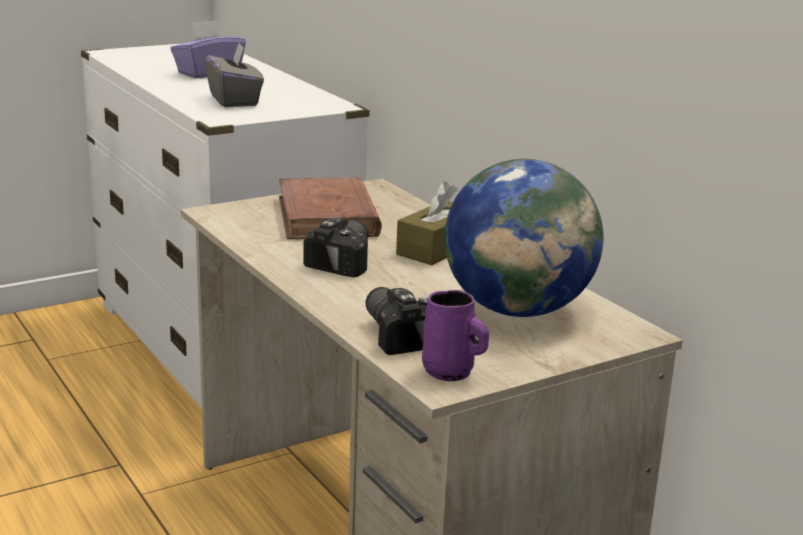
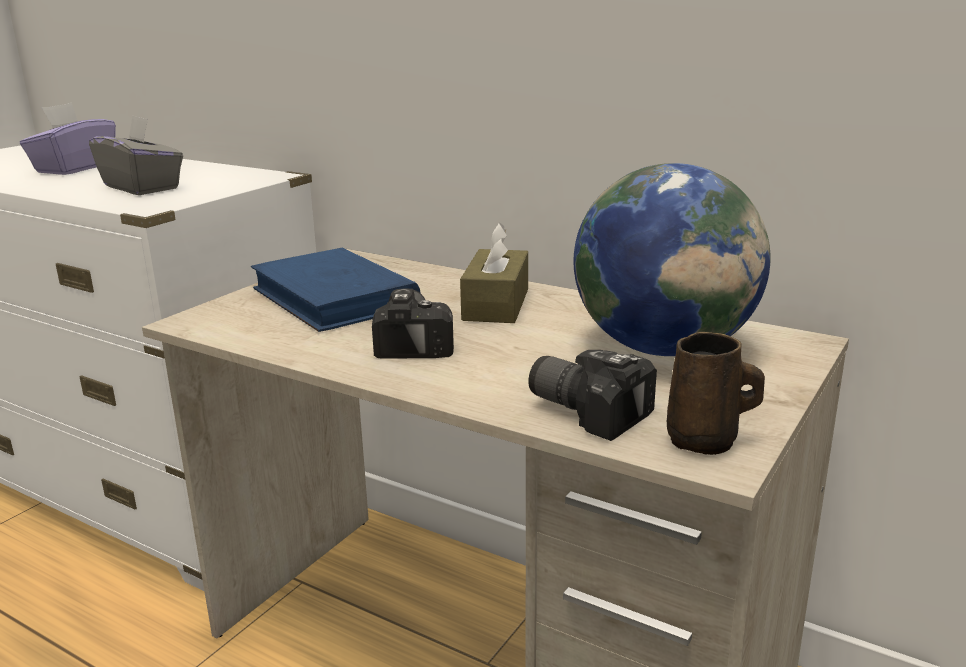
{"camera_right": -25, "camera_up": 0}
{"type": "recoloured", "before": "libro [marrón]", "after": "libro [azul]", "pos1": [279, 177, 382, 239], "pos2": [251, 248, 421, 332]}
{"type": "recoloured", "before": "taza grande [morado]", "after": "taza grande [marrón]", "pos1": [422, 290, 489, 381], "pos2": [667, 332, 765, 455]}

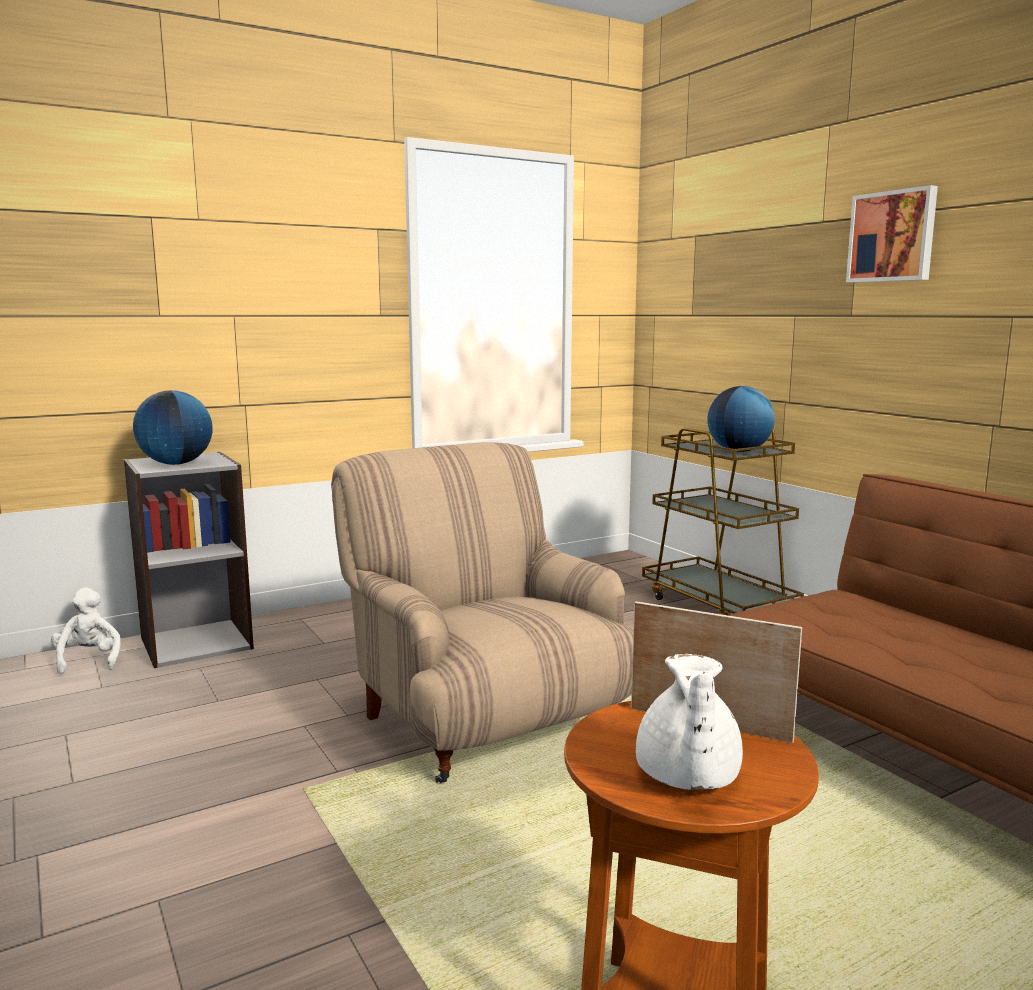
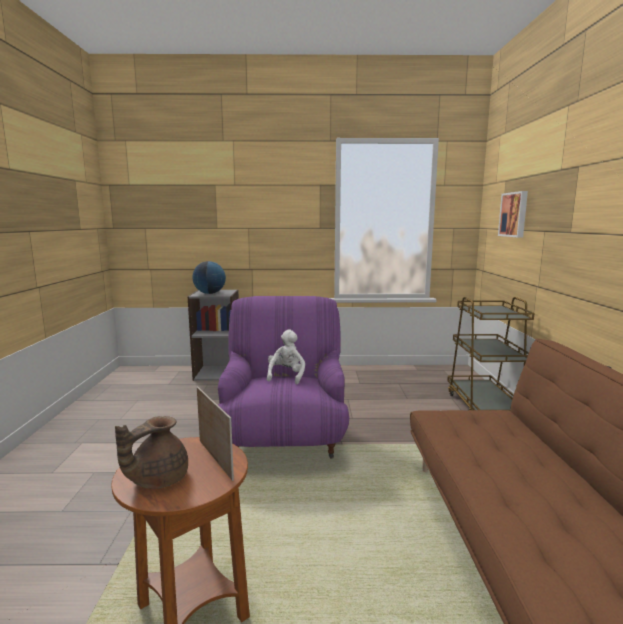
{"camera_right": 30, "camera_up": 0}
{"type": "moved", "before": "cuadro", "pos1": [846, 185, 938, 283], "pos2": [498, 191, 528, 238]}
{"type": "removed", "before": "globo terráqueo", "pos1": [707, 386, 775, 452]}
{"type": "recoloured", "before": "sillón [beis]", "after": "sillón [morado]", "pos1": [331, 442, 634, 783], "pos2": [218, 296, 349, 459]}
{"type": "moved", "before": "peluche [blanco]", "pos1": [51, 587, 121, 674], "pos2": [267, 329, 305, 384]}
{"type": "recoloured", "before": "tetera [blanco]", "after": "tetera [marrón]", "pos1": [636, 654, 743, 790], "pos2": [115, 416, 188, 489]}

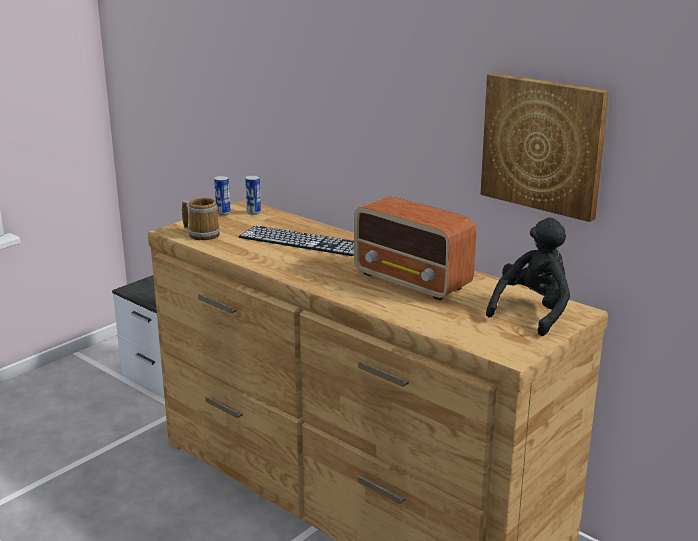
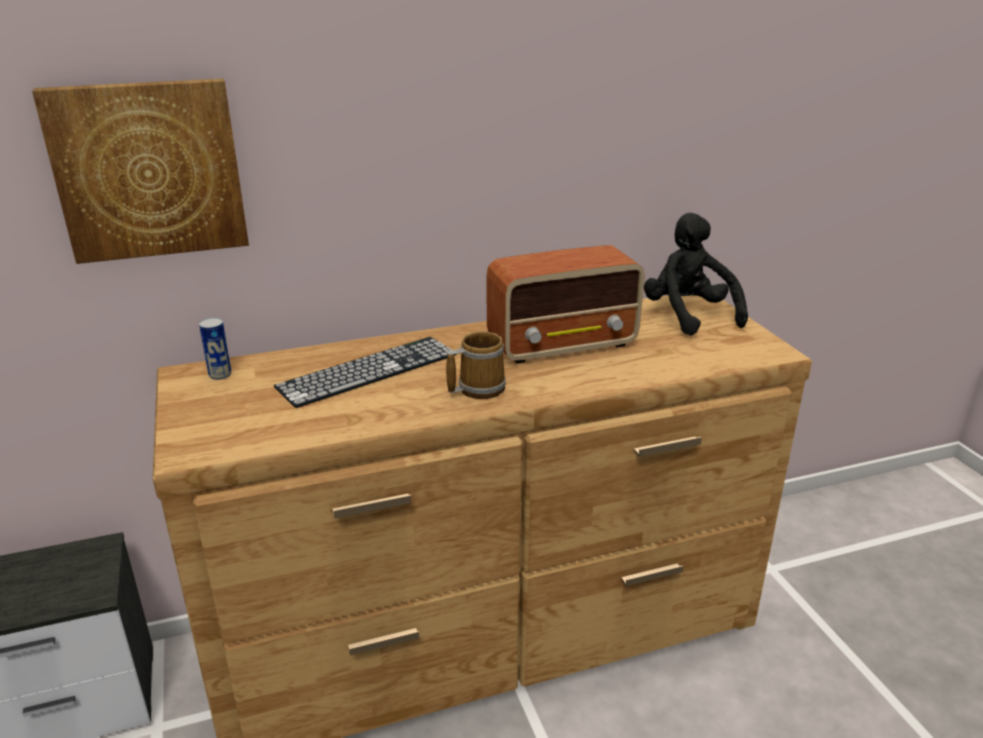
{"camera_right": -60, "camera_up": 5}
{"type": "moved", "before": "cuadro", "pos1": [480, 73, 609, 222], "pos2": [32, 78, 249, 264]}
{"type": "removed", "before": "lata", "pos1": [214, 176, 231, 215]}
{"type": "moved", "before": "taza grande", "pos1": [182, 198, 220, 240], "pos2": [446, 331, 506, 399]}

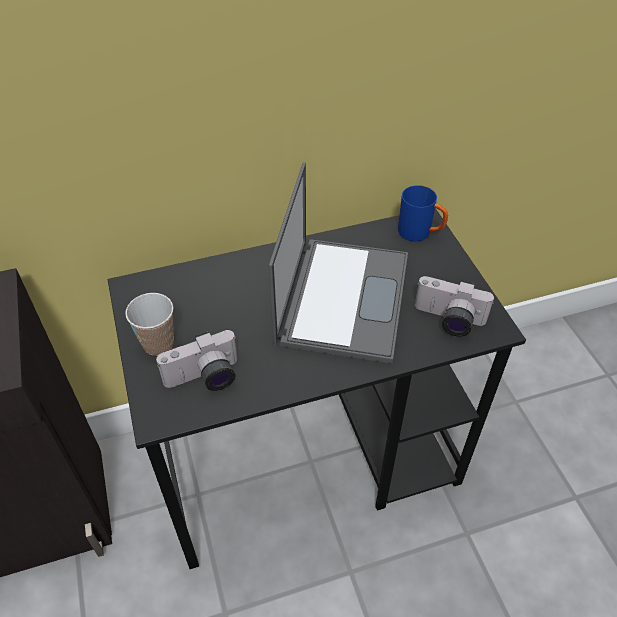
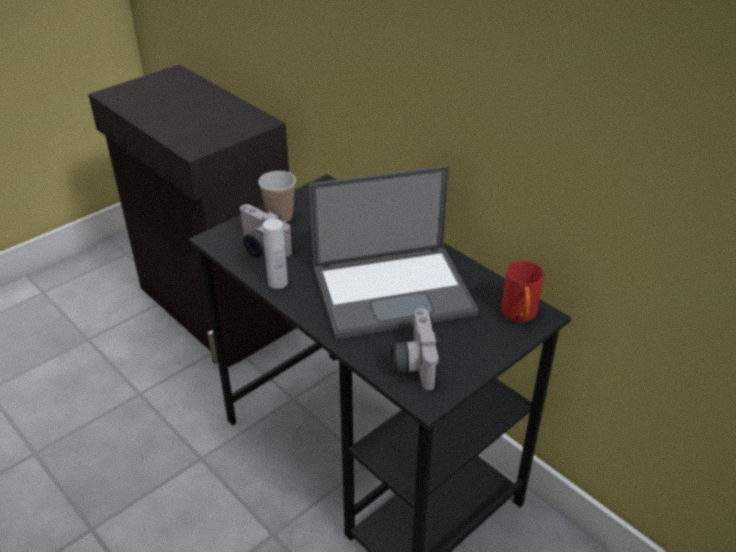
{"camera_right": 65, "camera_up": -10}
{"type": "recoloured", "before": "taza grande [azul]", "after": "taza grande [rojo]", "pos1": [398, 185, 448, 242], "pos2": [501, 261, 544, 322]}
{"type": "added", "after": "botella [blanco]", "pos2": [263, 219, 288, 289]}

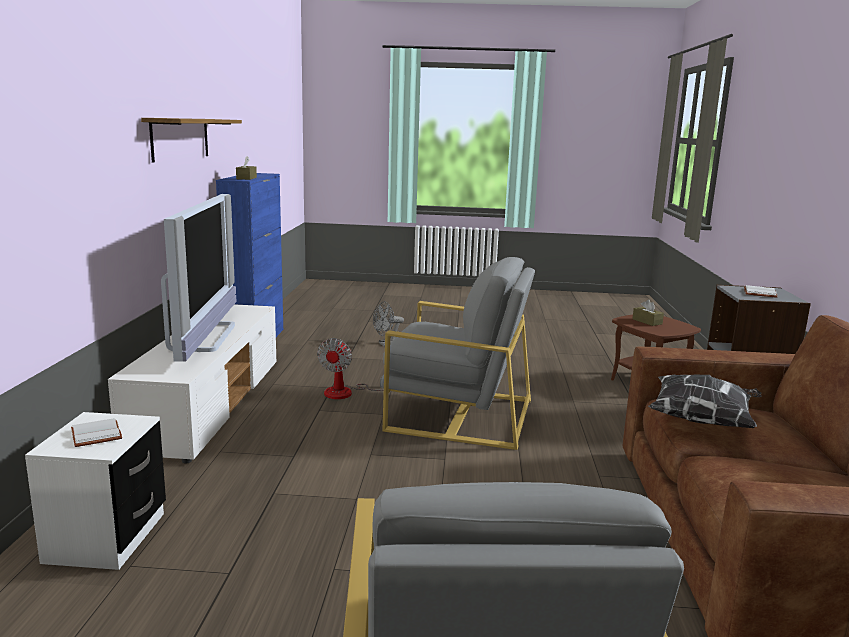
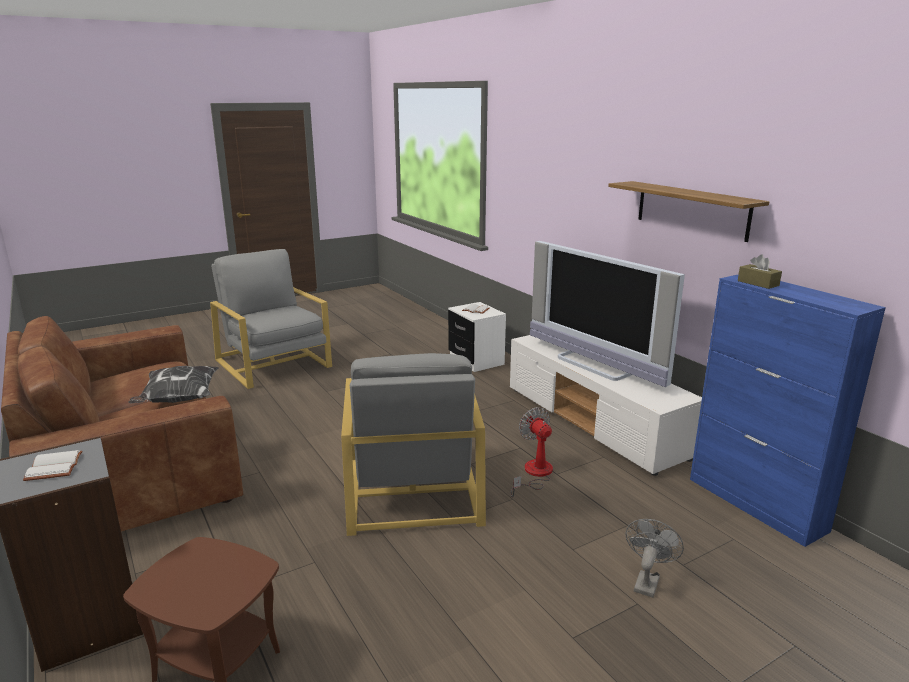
{"camera_right": 145, "camera_up": 5}
{"type": "turned", "before": "sillón [gris]", "pos1": [380, 257, 535, 450], "pos2": [341, 353, 486, 536], "turn": -75}
{"type": "removed", "before": "caja de pañuelos [marrón]", "pos1": [632, 300, 664, 326]}

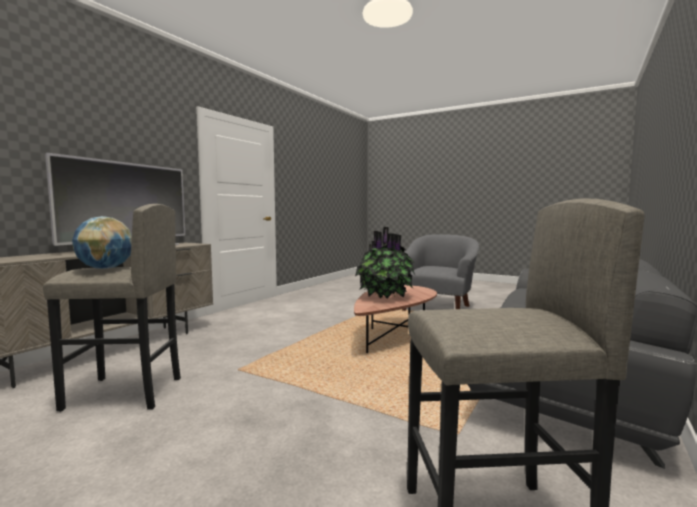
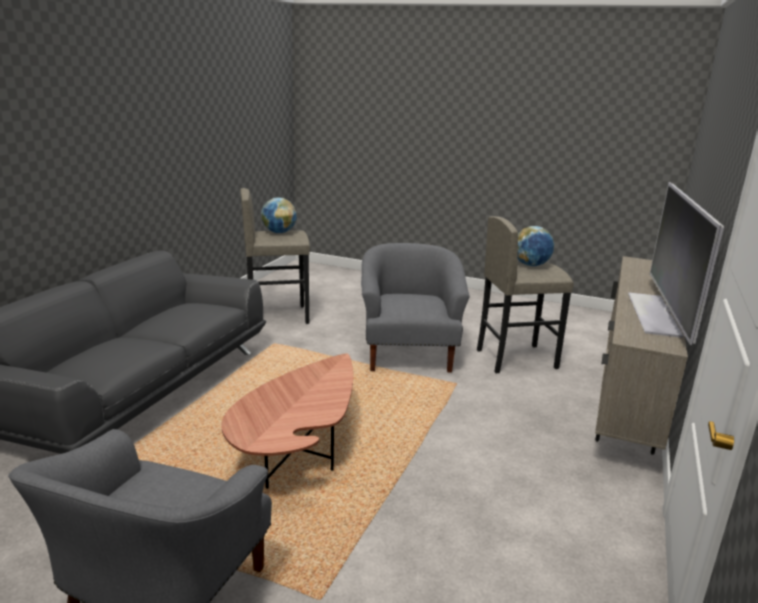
{"camera_right": 170, "camera_up": 15}
{"type": "removed", "before": "planta en maceta", "pos1": [355, 227, 416, 299]}
{"type": "added", "after": "globo terráqueo", "pos2": [261, 198, 297, 233]}
{"type": "added", "after": "sillón [gris]", "pos2": [361, 243, 470, 373]}

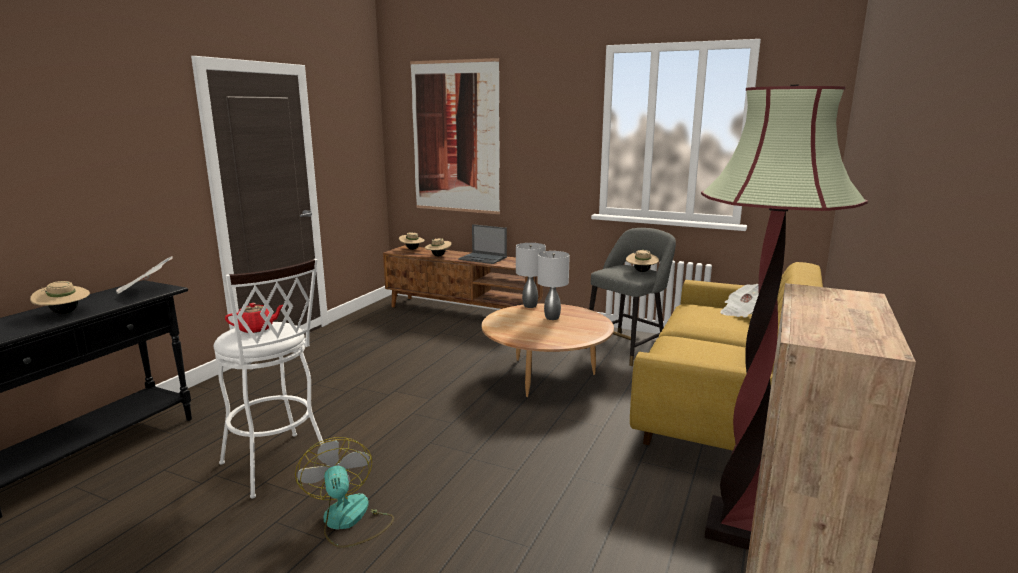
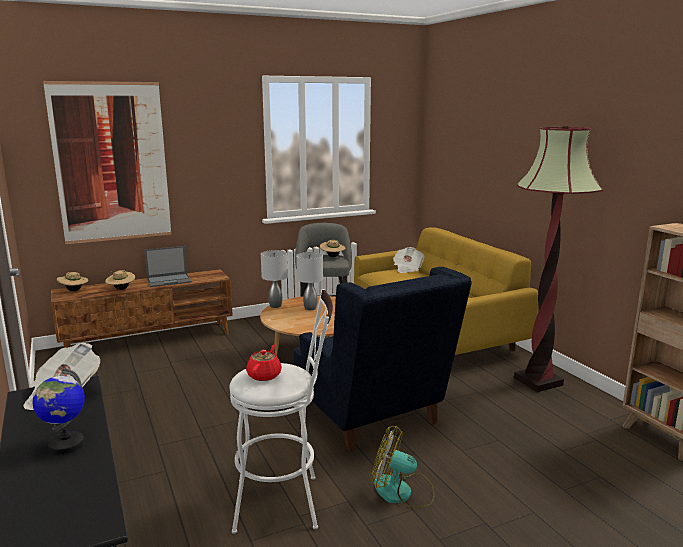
{"camera_right": -50, "camera_up": 0}
{"type": "replaced", "before": "sombrero [beis]", "after": "globo terráqueo", "pos1": [30, 281, 90, 314], "pos2": [32, 368, 85, 454]}
{"type": "added", "after": "sillón [azul]", "pos2": [294, 267, 472, 452]}

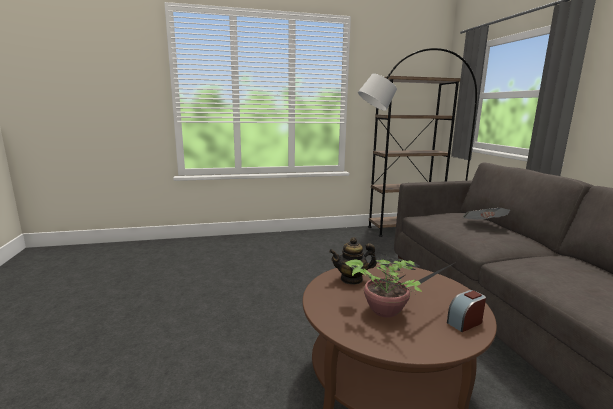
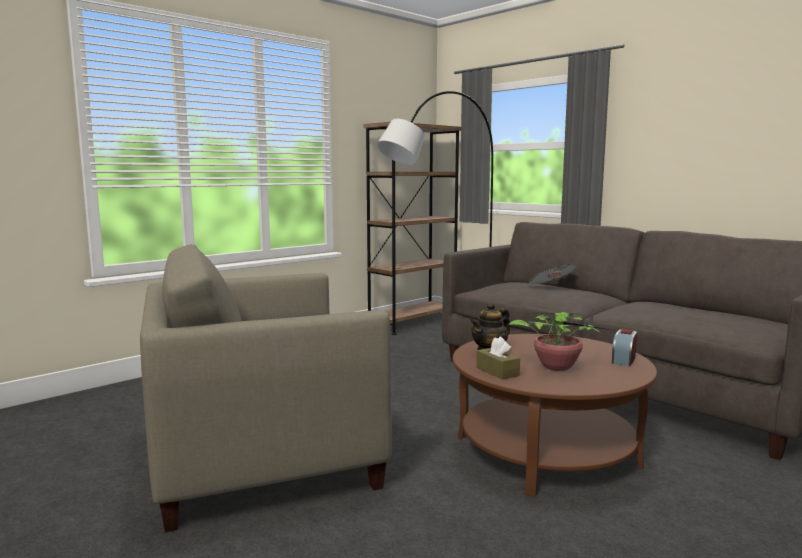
{"camera_right": -30, "camera_up": -5}
{"type": "added", "after": "sillón [beis]", "pos2": [140, 244, 392, 532]}
{"type": "added", "after": "caja de pañuelos [marrón]", "pos2": [476, 336, 520, 380]}

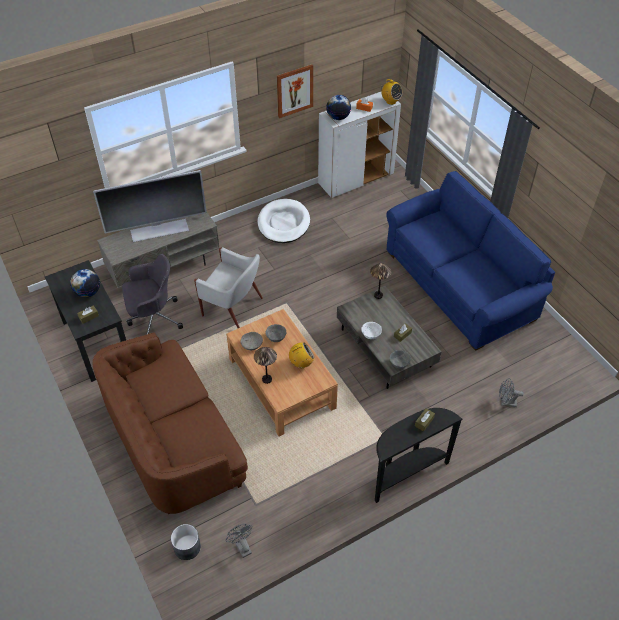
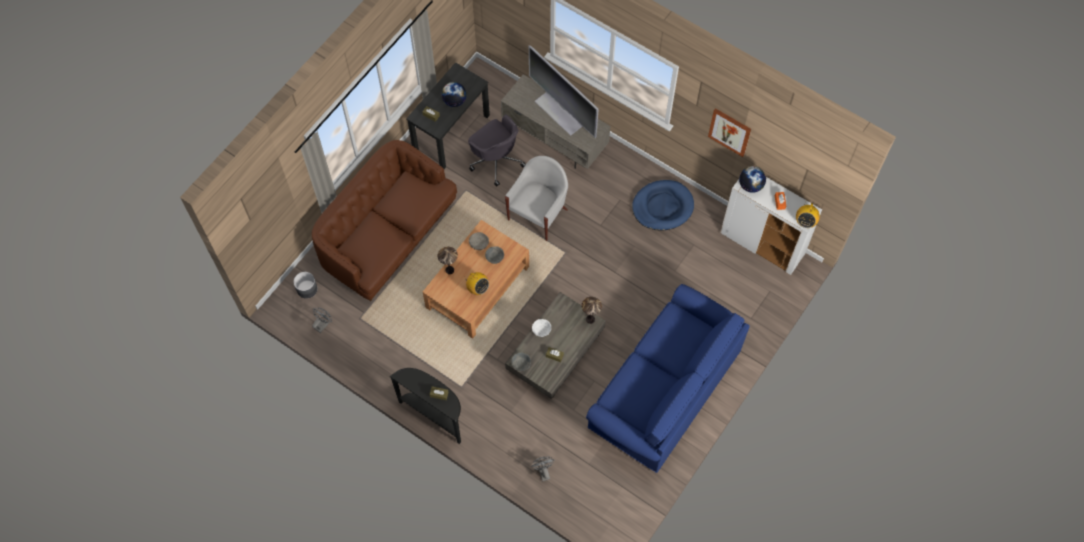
{"camera_right": 65, "camera_up": 15}
{"type": "recoloured", "before": "cama para perro [blanco]", "after": "cama para perro [azul]", "pos1": [257, 199, 310, 243], "pos2": [632, 180, 694, 231]}
{"type": "turned", "before": "sillón [blanco]", "pos1": [194, 247, 263, 328], "pos2": [505, 156, 568, 241], "turn": -150}

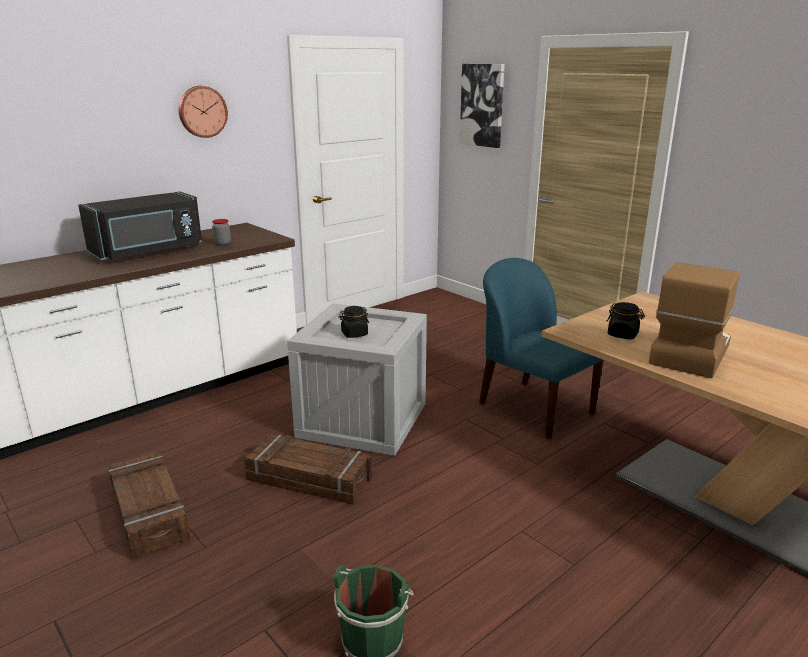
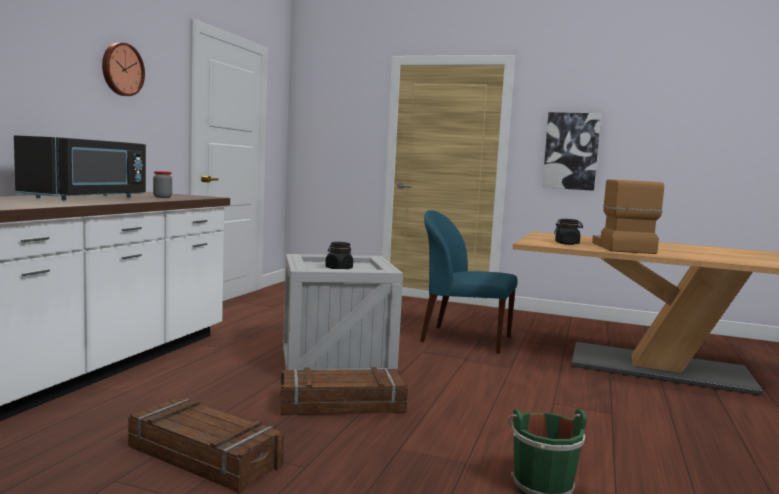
{"camera_right": -30, "camera_up": -15}
{"type": "moved", "before": "cuadro", "pos1": [460, 64, 505, 148], "pos2": [542, 112, 601, 191]}

